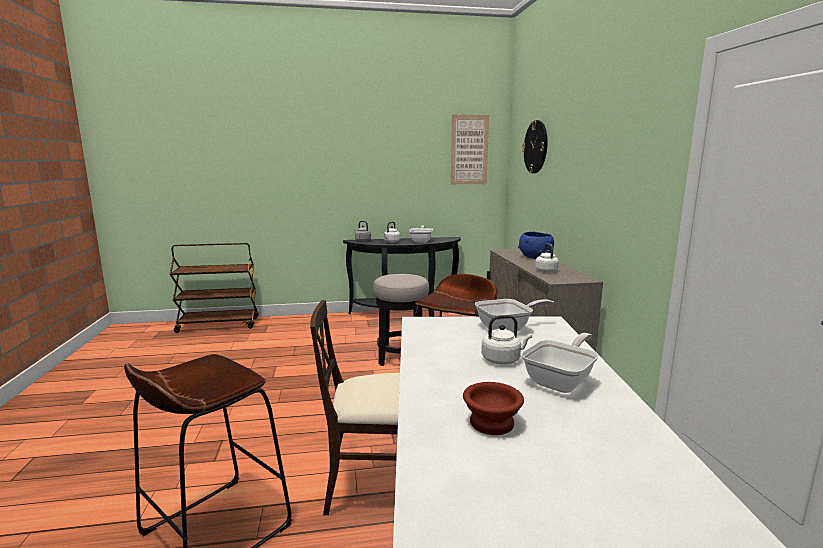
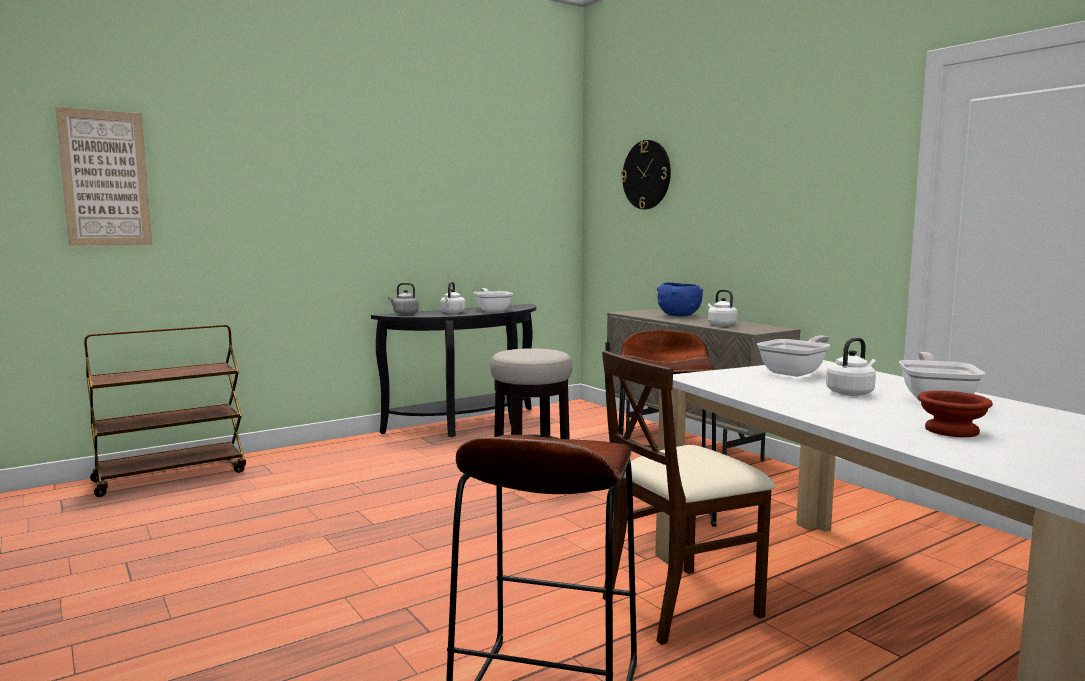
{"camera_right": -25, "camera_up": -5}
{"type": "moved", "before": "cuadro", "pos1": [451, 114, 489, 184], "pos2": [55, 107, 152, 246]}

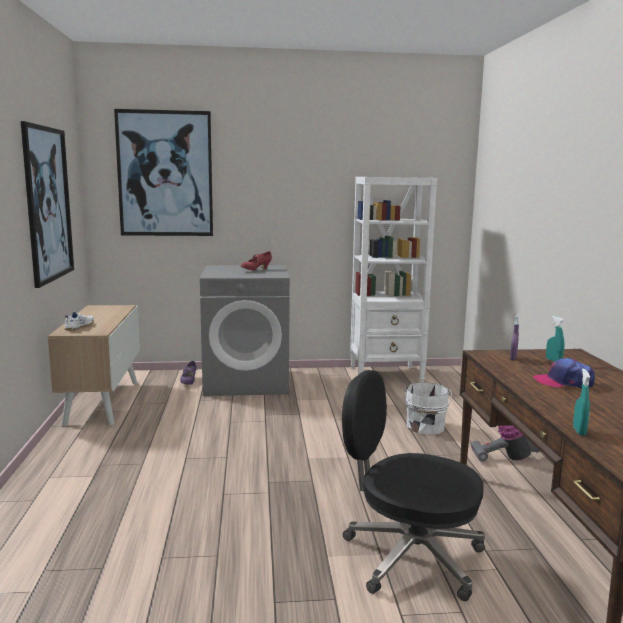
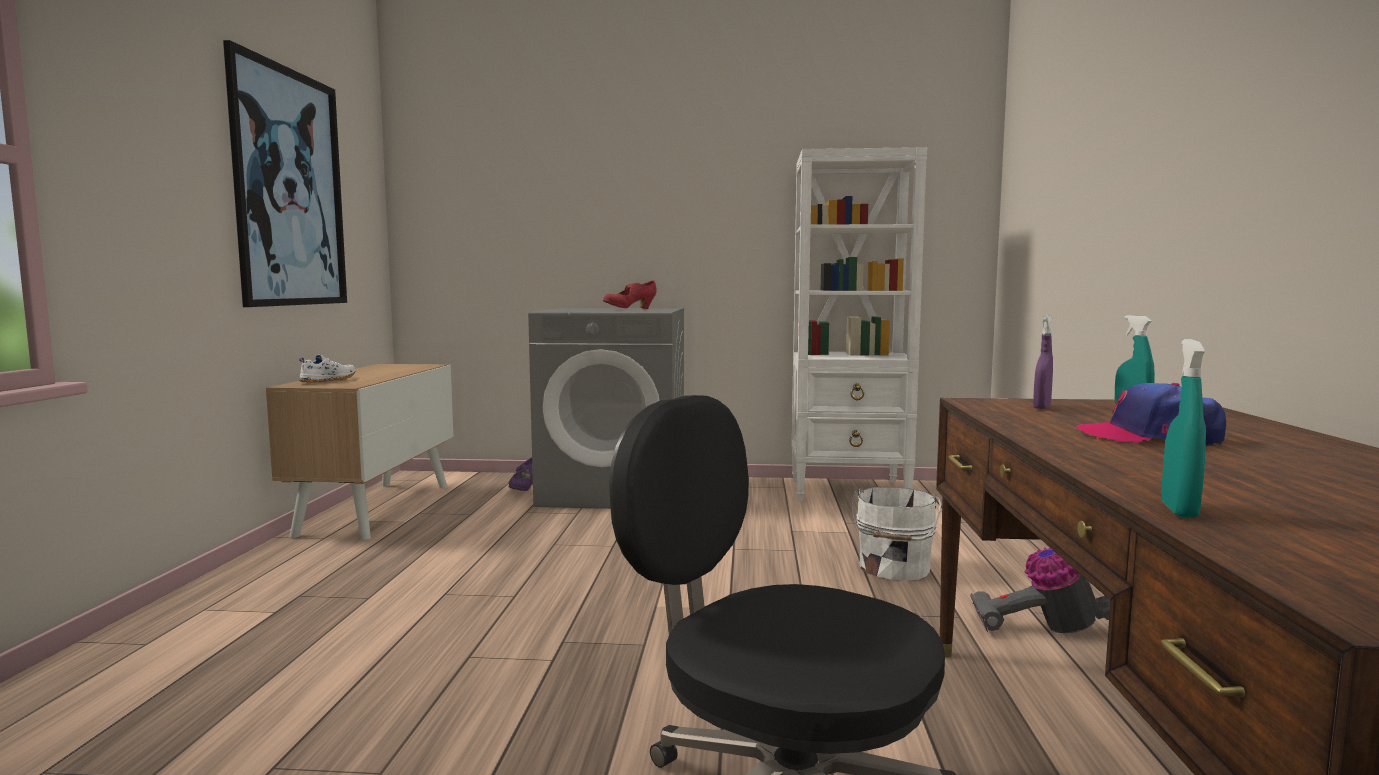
{"camera_right": 10, "camera_up": -5}
{"type": "removed", "before": "cuadro", "pos1": [114, 109, 213, 236]}

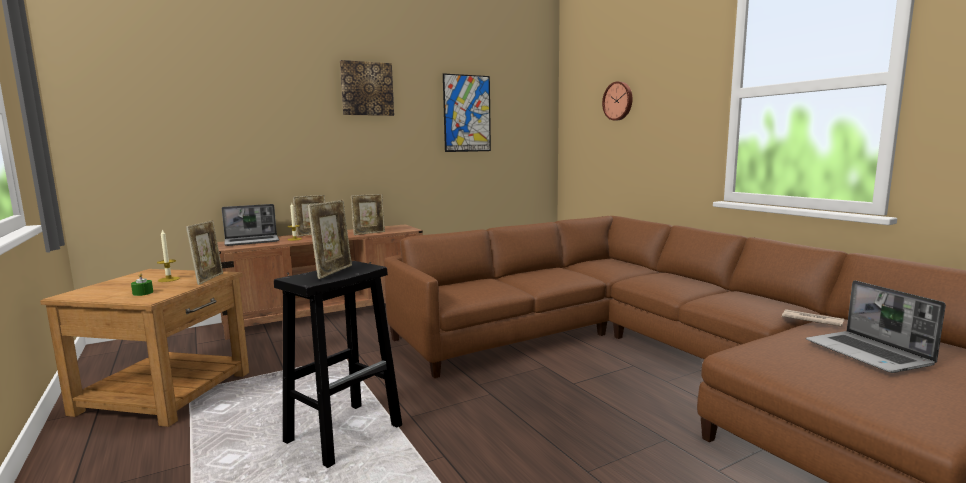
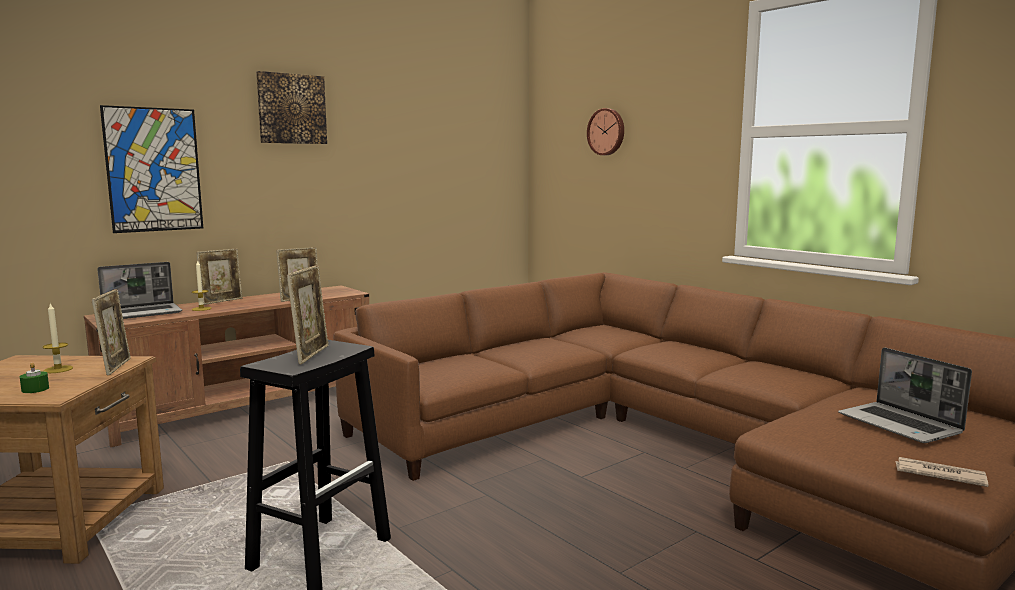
{"camera_right": -10, "camera_up": 0}
{"type": "moved", "before": "cuadro", "pos1": [443, 73, 491, 152], "pos2": [100, 105, 203, 233]}
{"type": "moved", "before": "periódico", "pos1": [782, 309, 844, 327], "pos2": [895, 457, 988, 487]}

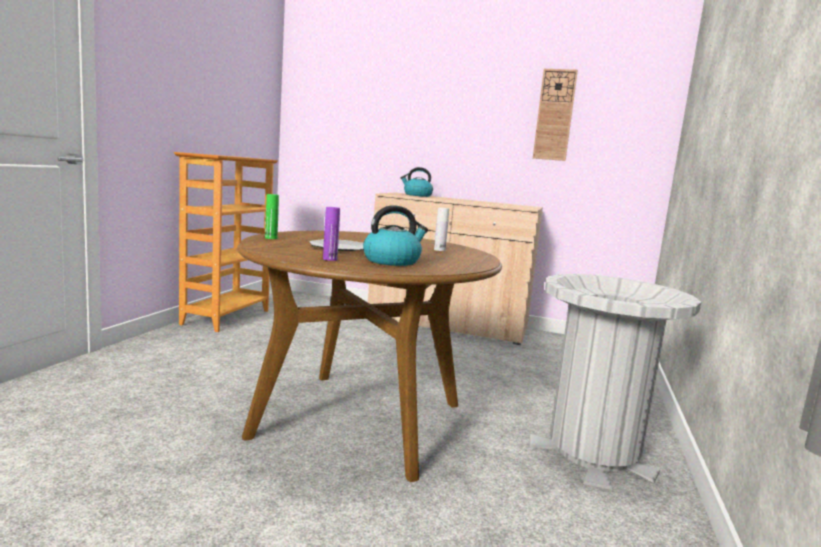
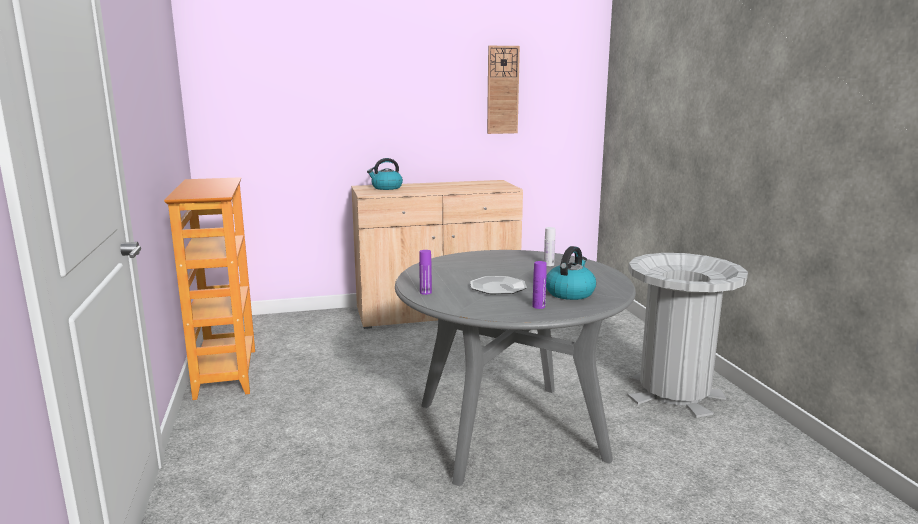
{"camera_right": -30, "camera_up": 5}
{"type": "recoloured", "before": "botella [verde]", "after": "botella [morado]", "pos1": [265, 194, 279, 239], "pos2": [419, 250, 432, 295]}
{"type": "recoloured", "before": "mesa de comedor [marrón]", "after": "mesa de comedor [gris]", "pos1": [237, 231, 502, 482], "pos2": [395, 250, 636, 486]}

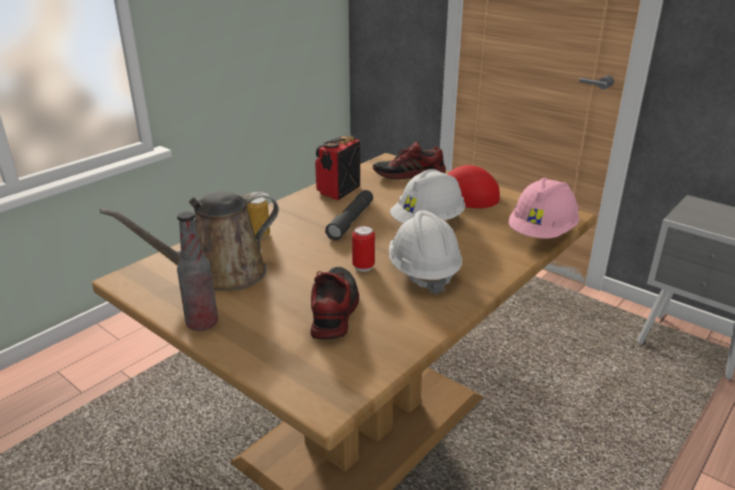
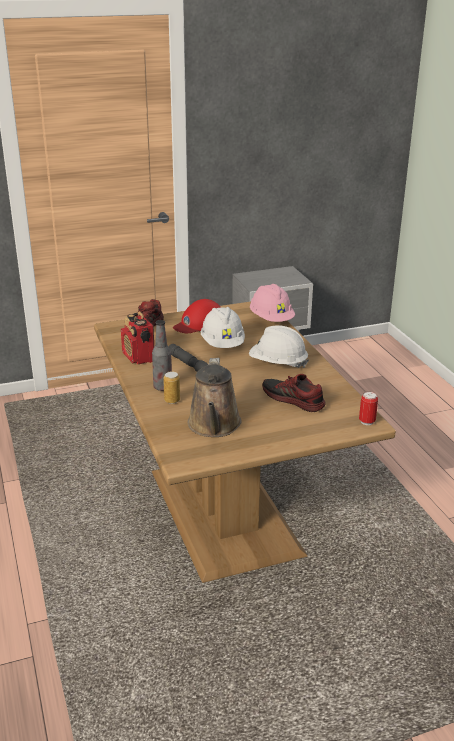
{"camera_right": -60, "camera_up": 0}
{"type": "moved", "before": "botella", "pos1": [177, 212, 218, 331], "pos2": [152, 320, 172, 391]}
{"type": "moved", "before": "lata", "pos1": [352, 226, 375, 272], "pos2": [359, 392, 378, 425]}

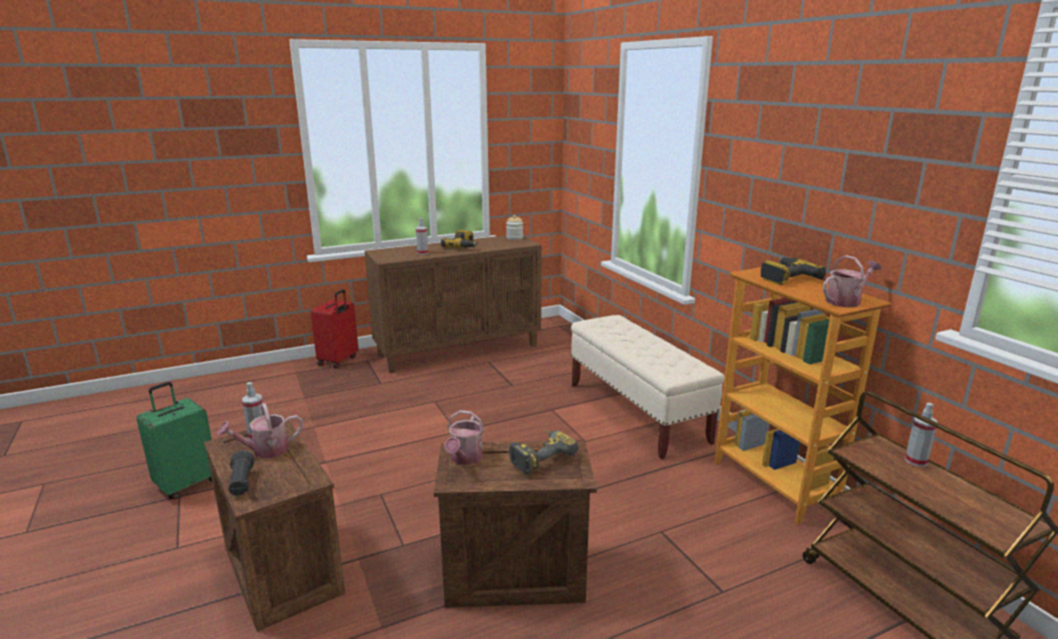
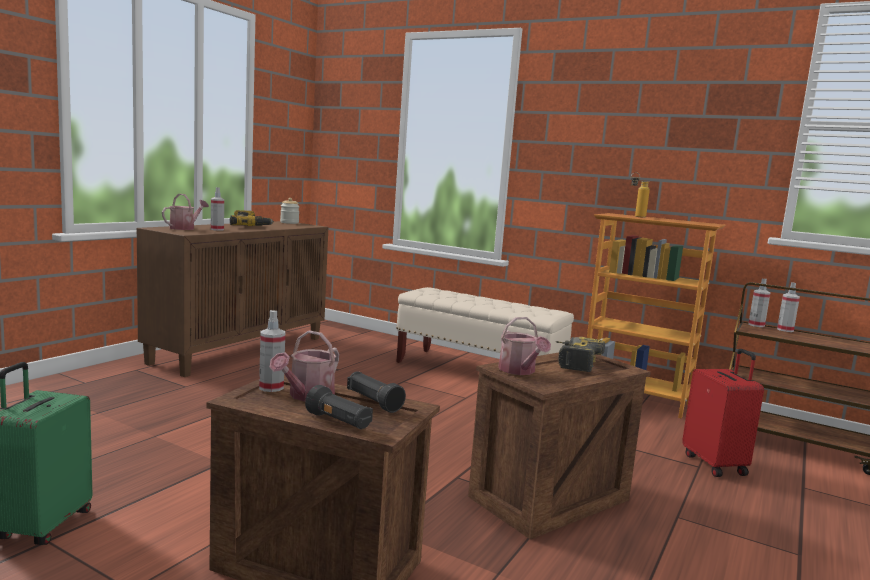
{"camera_right": -35, "camera_up": -10}
{"type": "moved", "before": "regadera", "pos1": [823, 255, 881, 308], "pos2": [162, 194, 209, 230]}
{"type": "replaced", "before": "taladro", "after": "botella", "pos1": [761, 257, 826, 285], "pos2": [631, 172, 650, 218]}
{"type": "moved", "before": "maleta [rojo]", "pos1": [311, 289, 358, 369], "pos2": [682, 349, 764, 477]}
{"type": "added", "after": "pulverizador", "pos2": [748, 279, 771, 327]}
{"type": "added", "after": "linterna [negro]", "pos2": [347, 371, 406, 413]}

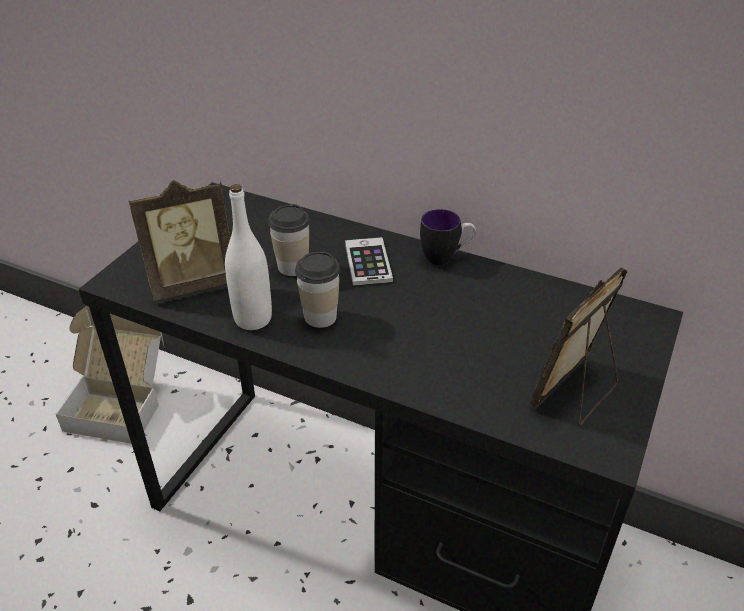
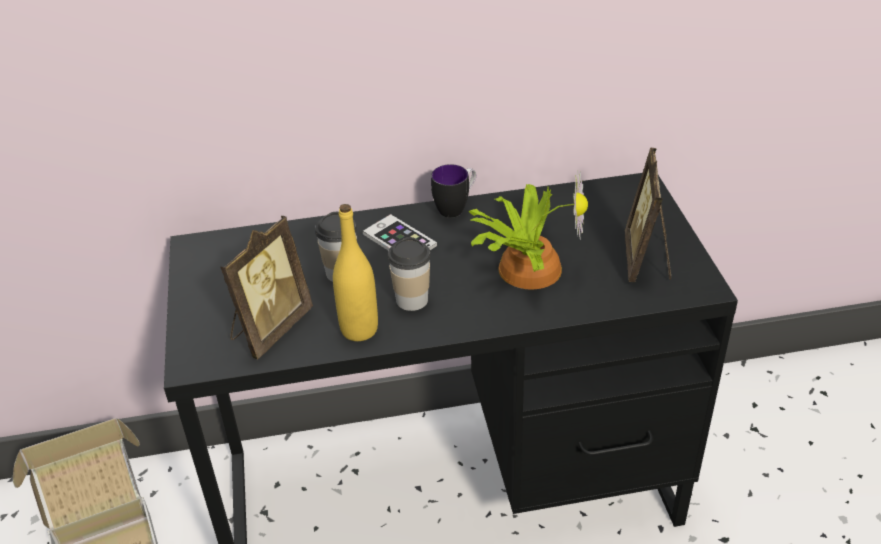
{"camera_right": -35, "camera_up": 0}
{"type": "recoloured", "before": "botella [blanco]", "after": "botella [amarillo]", "pos1": [225, 184, 272, 330], "pos2": [333, 204, 378, 341]}
{"type": "added", "after": "planta en maceta", "pos2": [468, 170, 588, 290]}

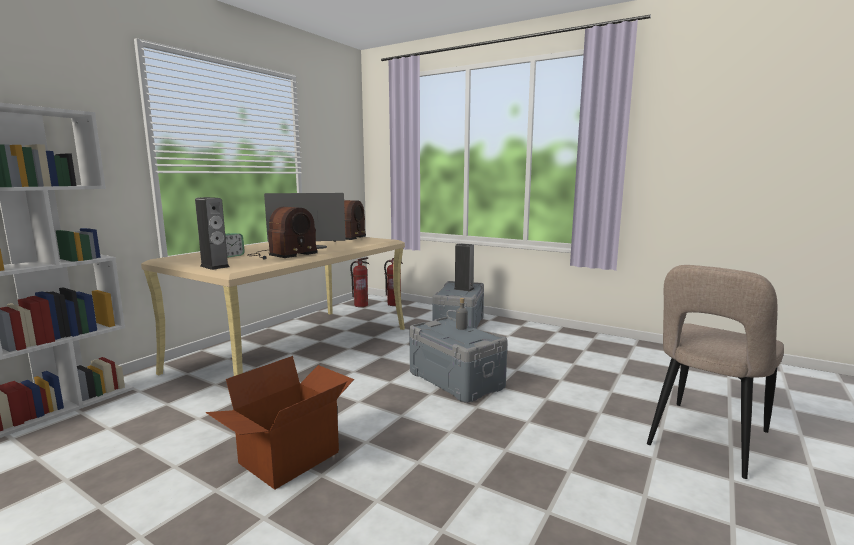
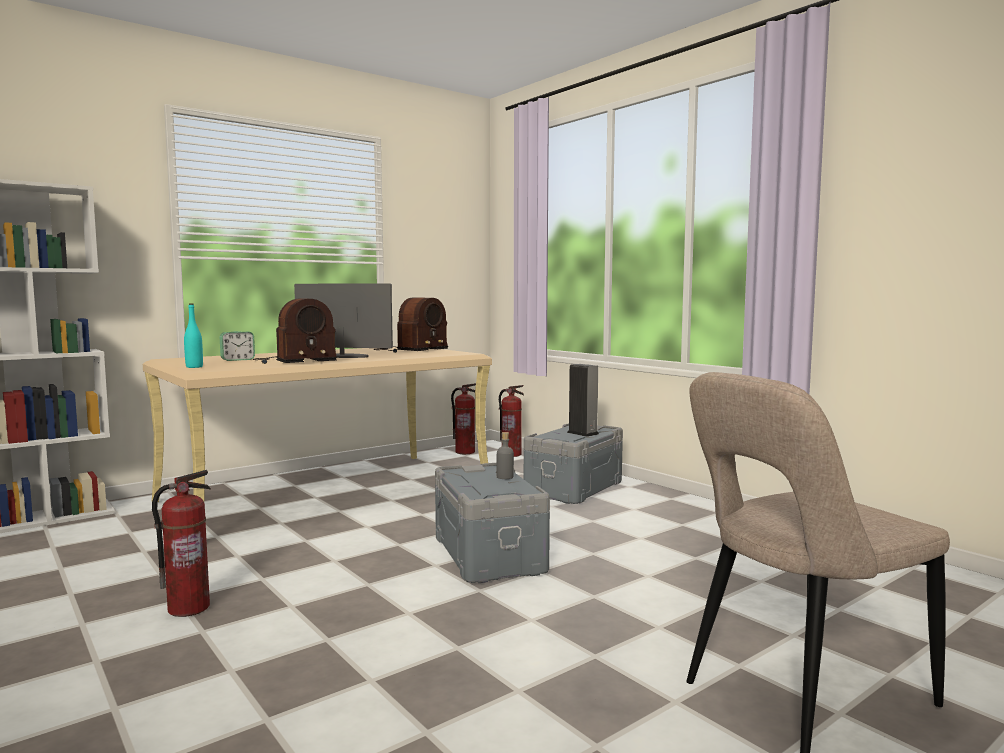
{"camera_right": 20, "camera_up": -5}
{"type": "replaced", "before": "altavoz", "after": "botella [turquesa]", "pos1": [195, 197, 230, 270], "pos2": [184, 304, 203, 368]}
{"type": "replaced", "before": "caja de cartón", "after": "extintor", "pos1": [206, 356, 354, 490], "pos2": [152, 470, 211, 617]}

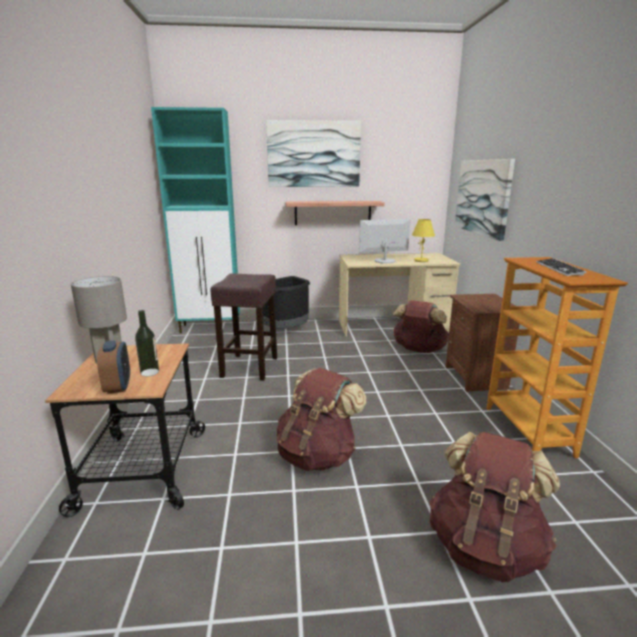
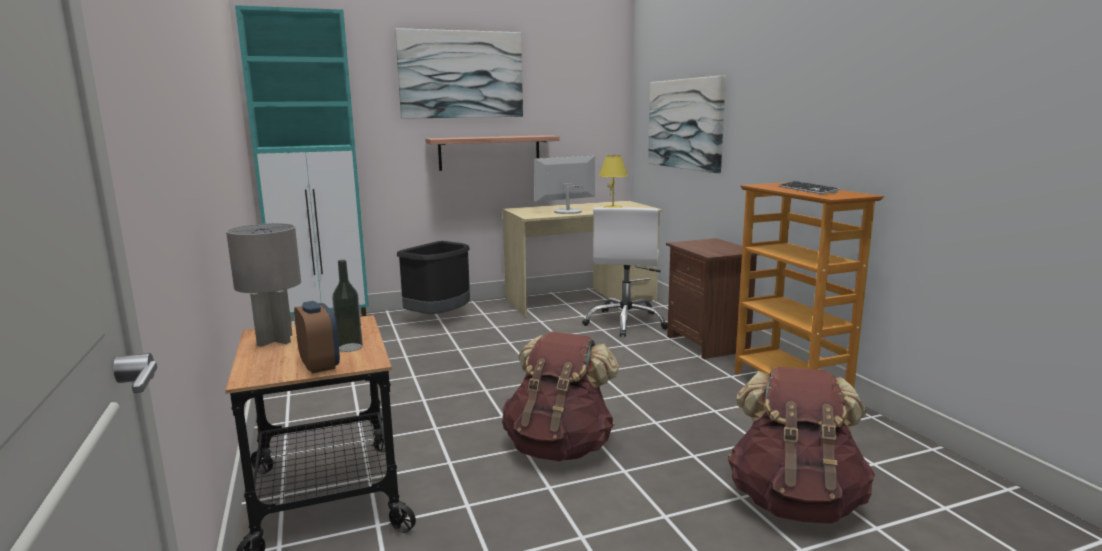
{"camera_right": -15, "camera_up": -5}
{"type": "removed", "before": "taburete [marrón]", "pos1": [210, 273, 277, 381]}
{"type": "replaced", "before": "mochila [marrón]", "after": "silla de oficina [blanco]", "pos1": [393, 300, 449, 353], "pos2": [582, 207, 668, 337]}

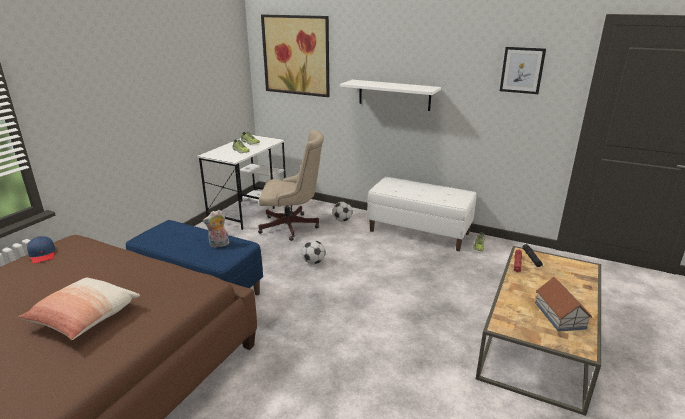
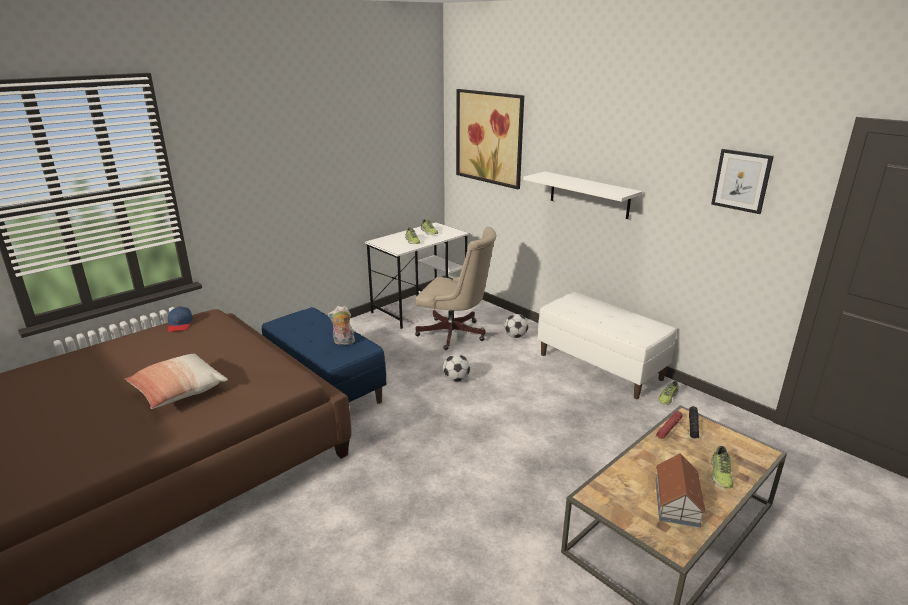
{"camera_right": 20, "camera_up": 0}
{"type": "added", "after": "zapato", "pos2": [711, 446, 733, 488]}

